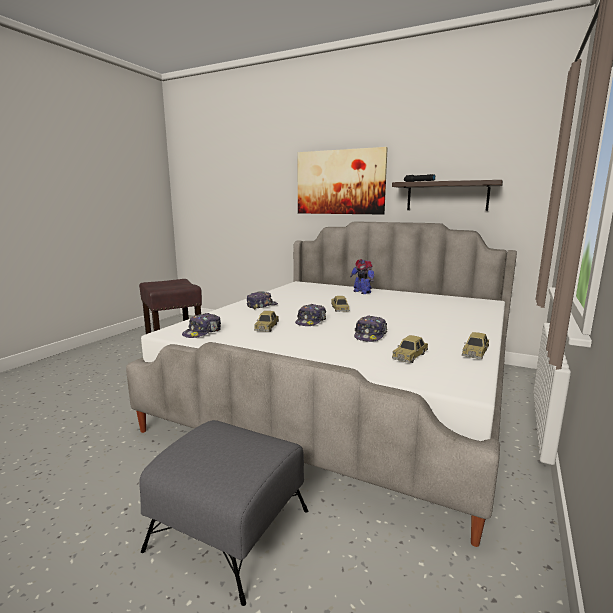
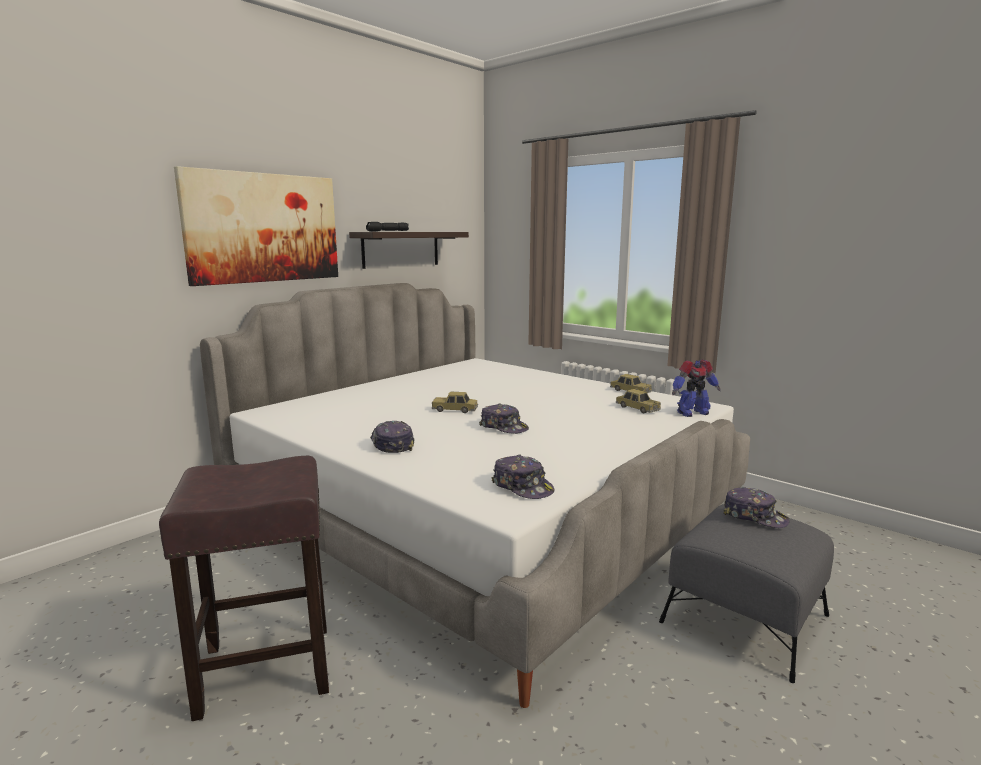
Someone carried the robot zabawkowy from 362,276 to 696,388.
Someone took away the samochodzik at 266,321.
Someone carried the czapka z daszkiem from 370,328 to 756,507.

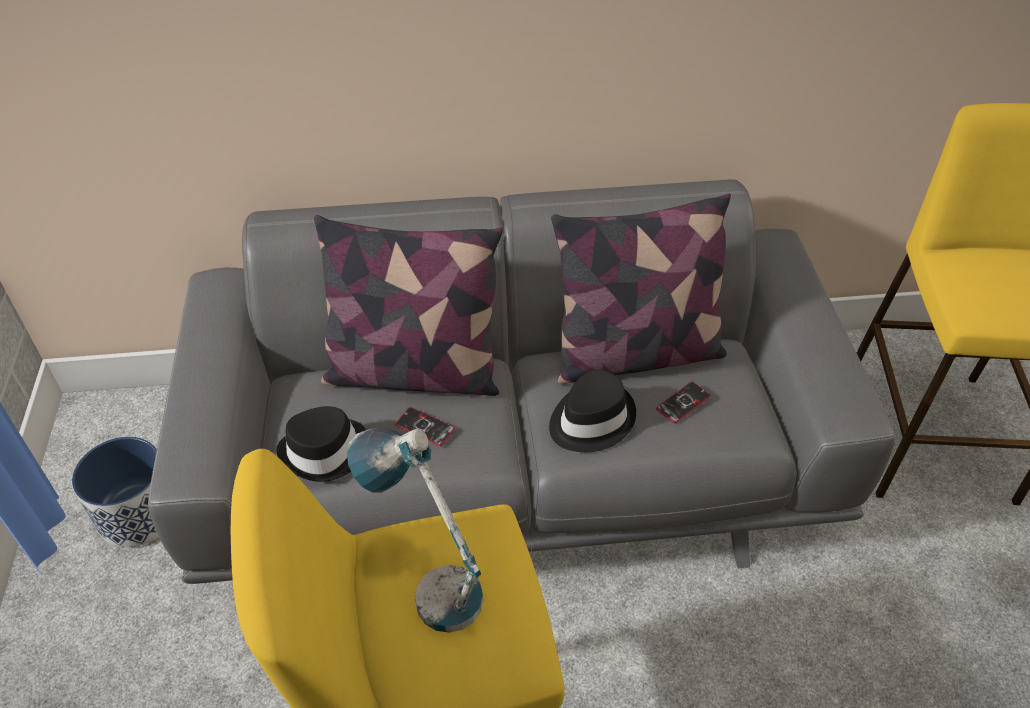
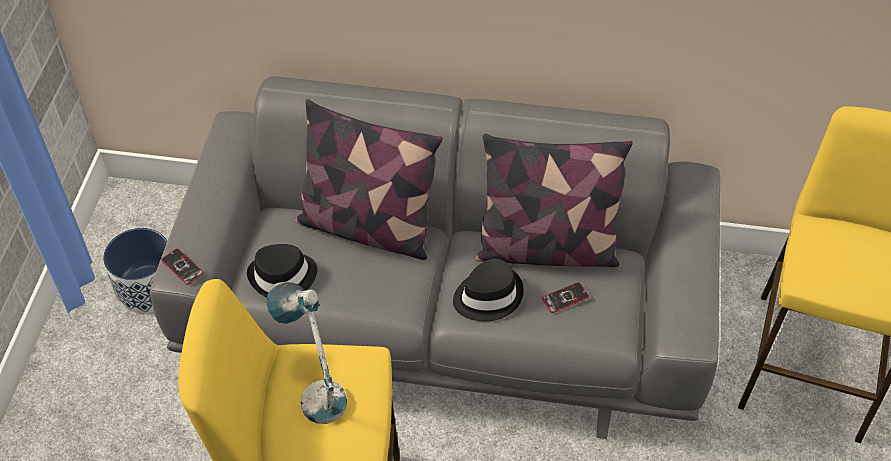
Someone carried the telefon from 425,426 to 182,267.

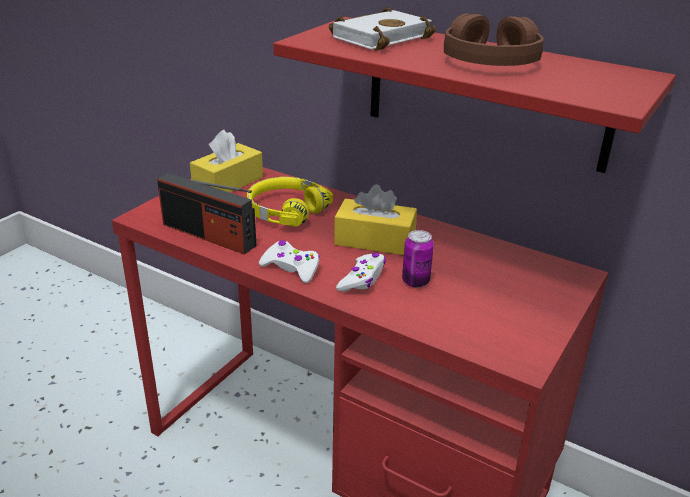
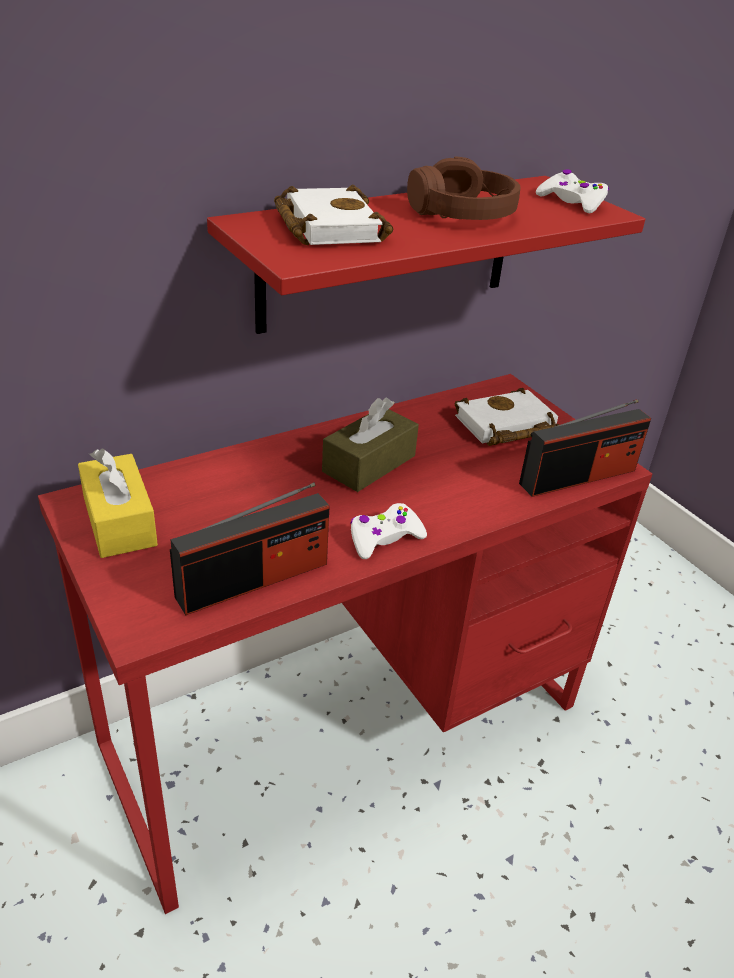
Someone took away the słuchawki (żółty) at 290,202.
Someone repainted the pudełko chusteczek (żółty) at 375,219, which became the pudełko chusteczek (brązowy) at 370,445.
Someone took away the puszka at 418,259.
Someone carried the pad do gier (biały) from 361,272 to 572,191.
Someone put down the książka (biały) at 507,417.
Someone put down the radio at 585,448.

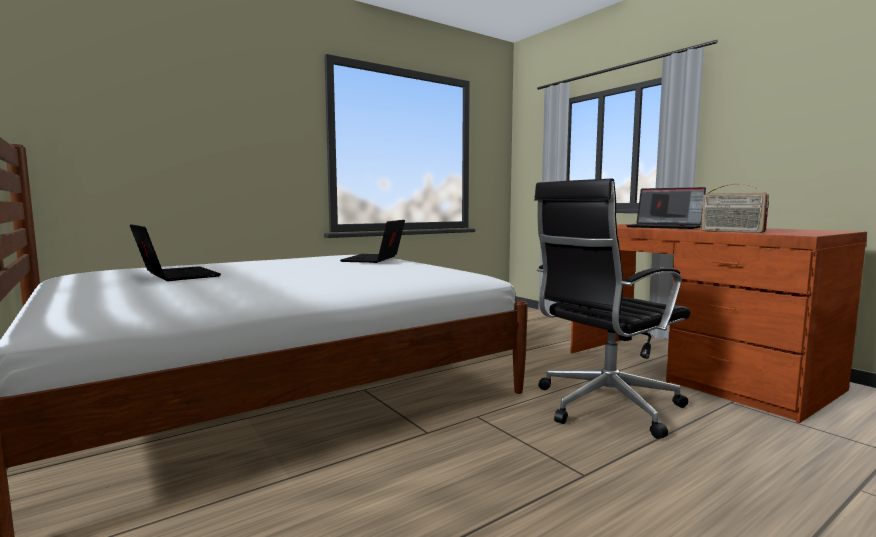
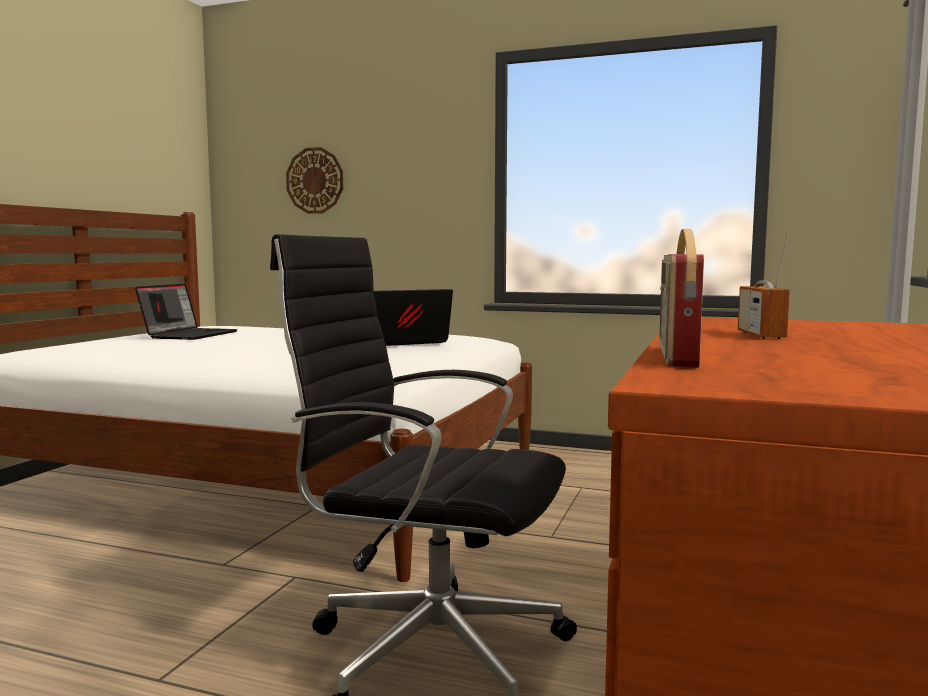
Someone swapped the laptop at 666,208 for the radio at 764,286.
Someone put up the zegar ścienny at 314,180.

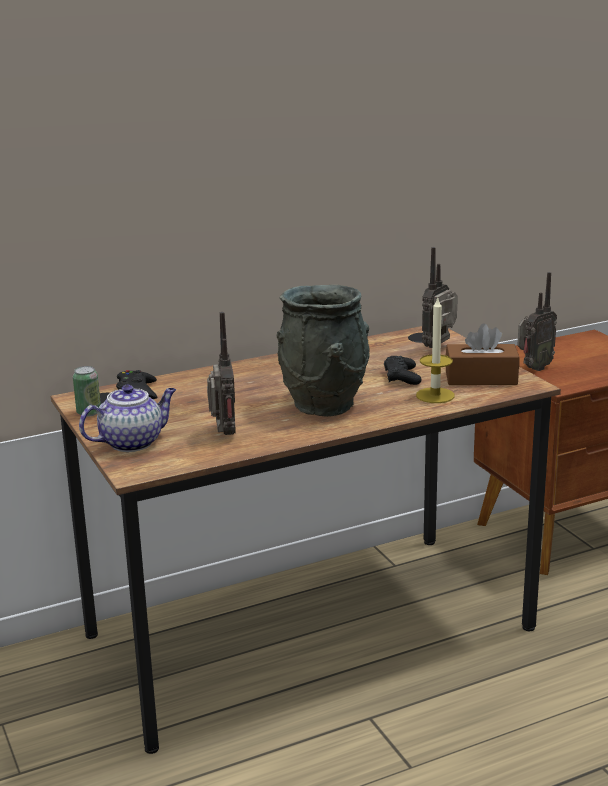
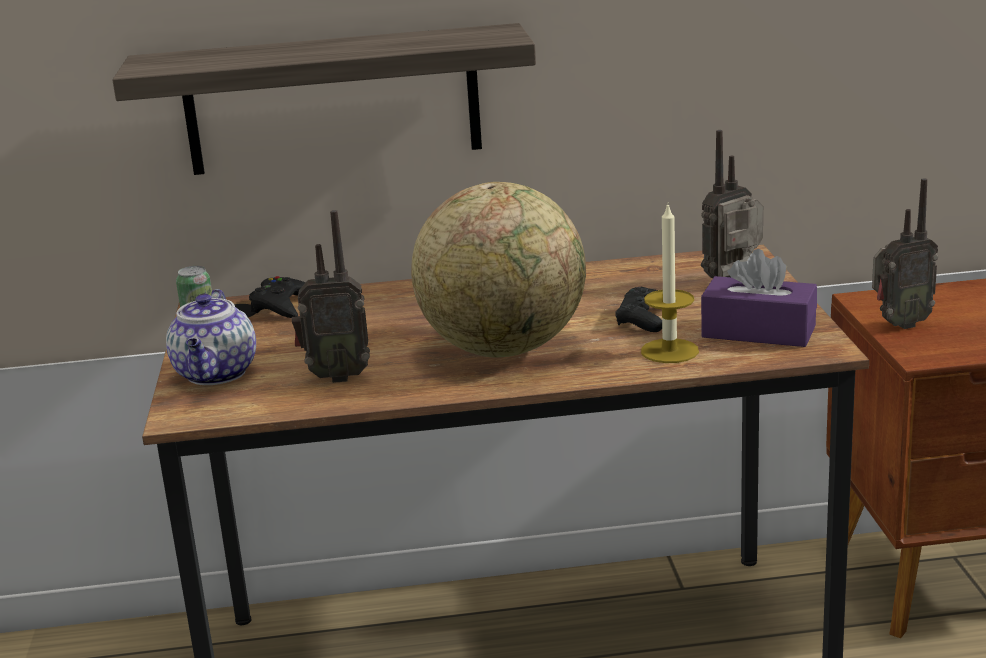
Someone swapped the wazon (szary) at 323,351 for the globus at 498,269.
Someone rotated the radio at 221,373 by 75 degrees clockwise.
Someone repainted the pudełko chusteczek (brązowy) at 482,354, which became the pudełko chusteczek (fioletowy) at 759,298.
Someone rotated the imbryk at 127,418 by 105 degrees clockwise.
Someone put up the półka at 324,99.

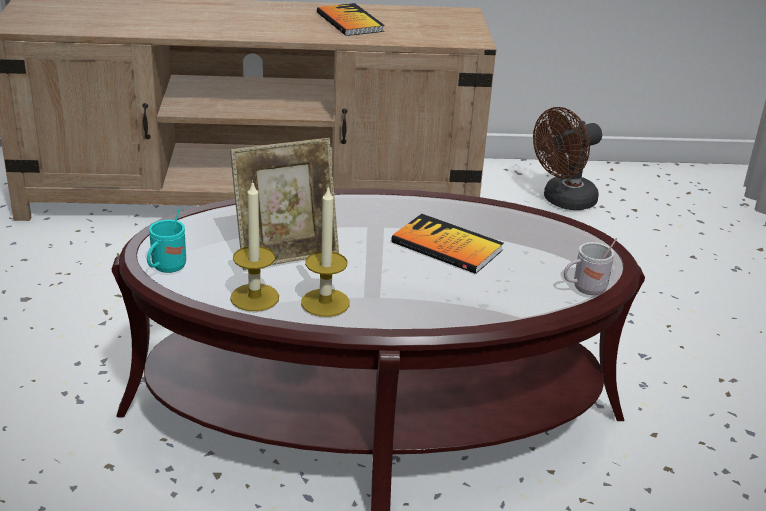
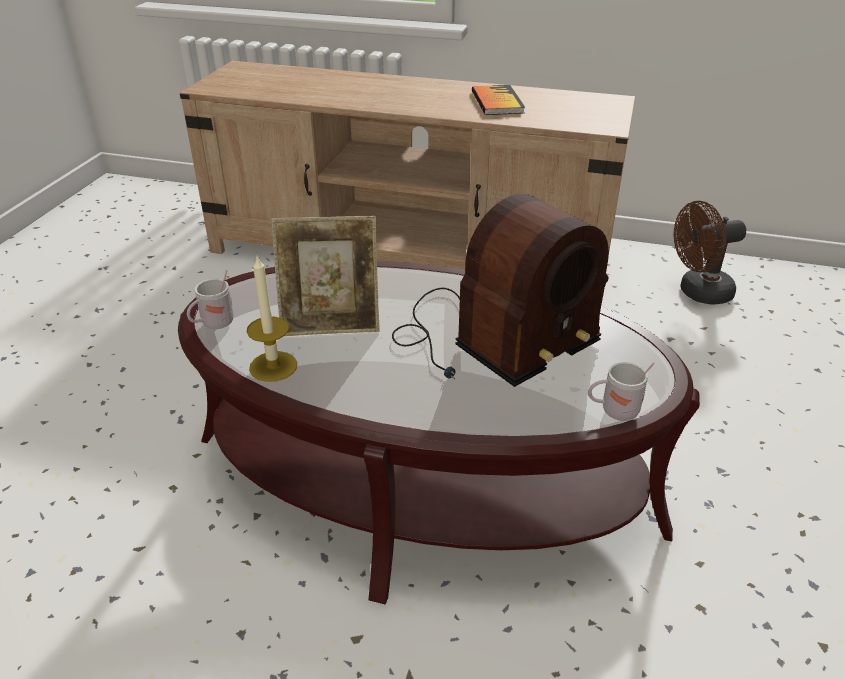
Someone took away the świeca at 325,251.
Someone repainted the kubek (turkusowy) at 166,241, which became the kubek (biały) at 210,299.
Someone swapped the książka at 447,244 for the radio at 500,290.

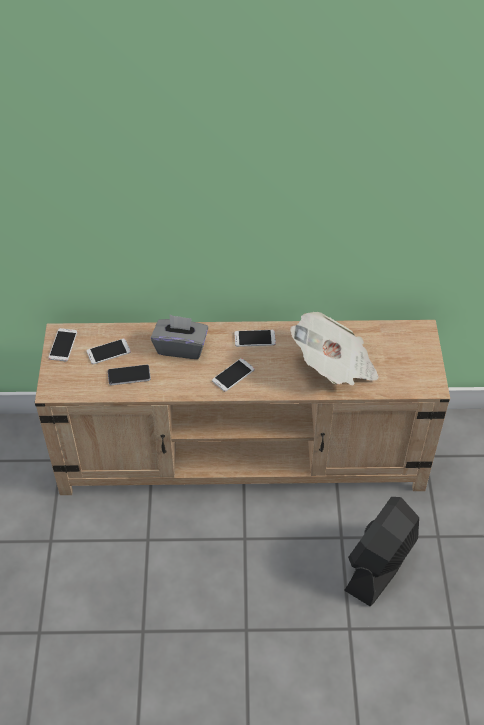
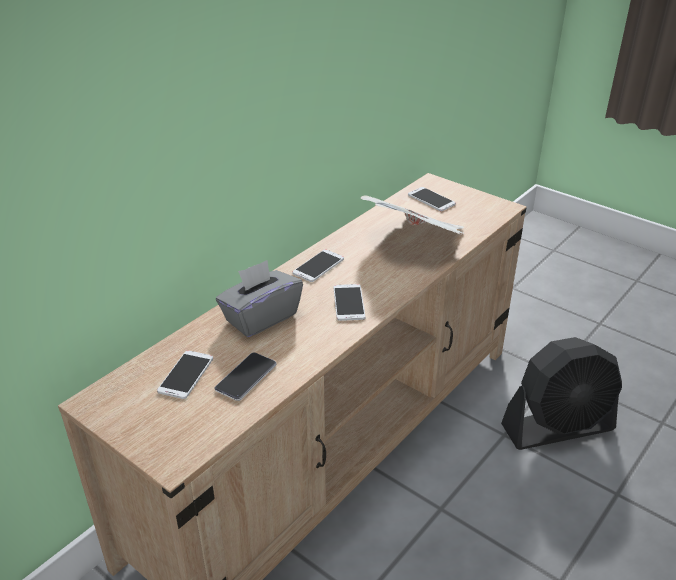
Someone carried the telefon from 62,344 to 432,199.
Someone rotated the wentylator (czarny) at 381,552 by 90 degrees counterclockwise.

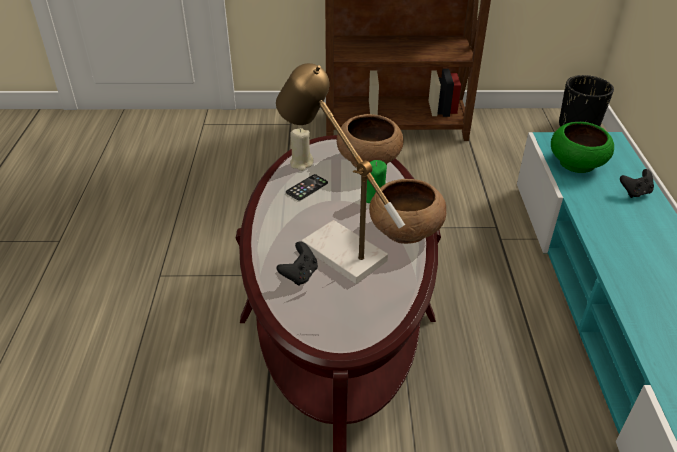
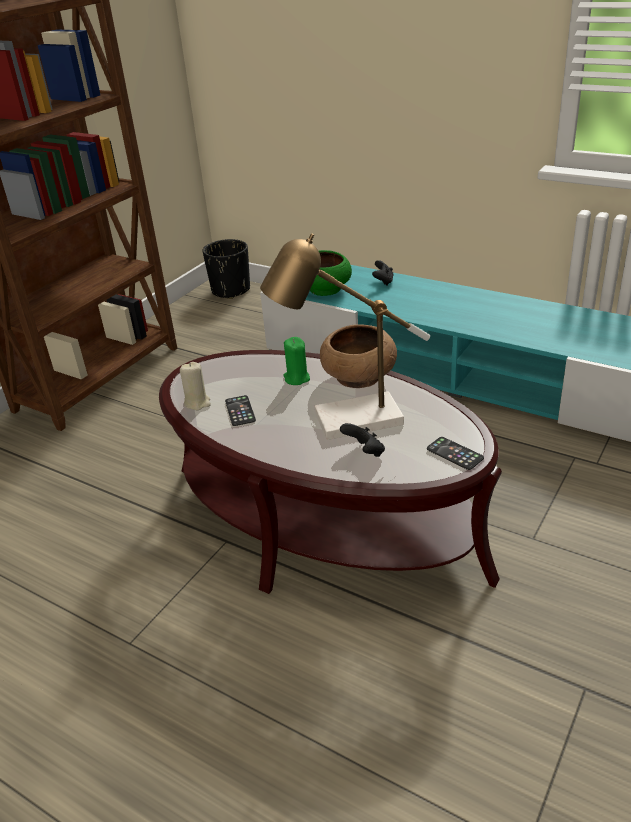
Someone took away the miska (brązowy) at 369,141.
Someone put down the telefon at 455,453.

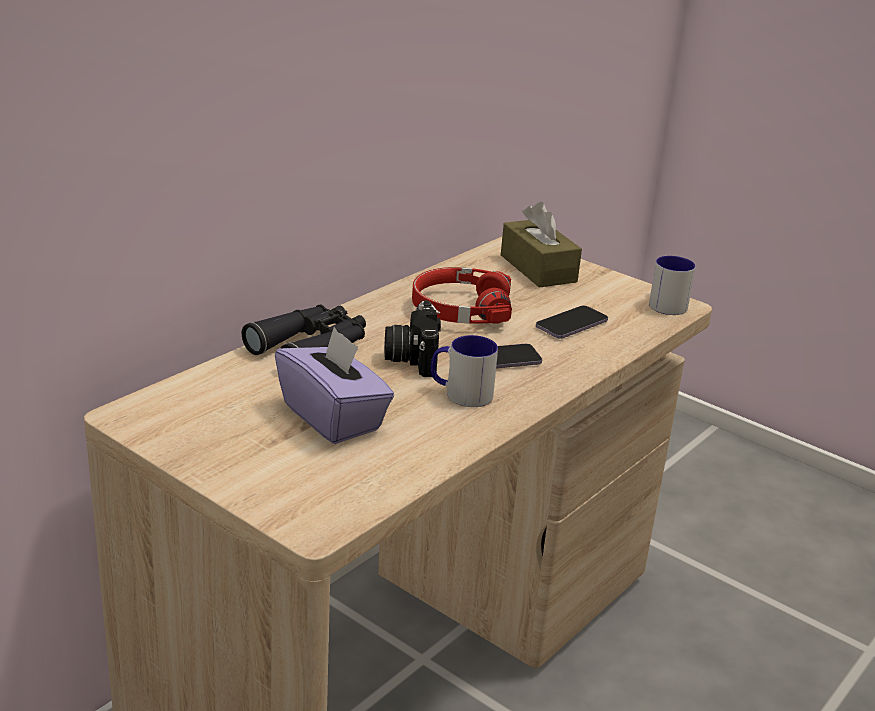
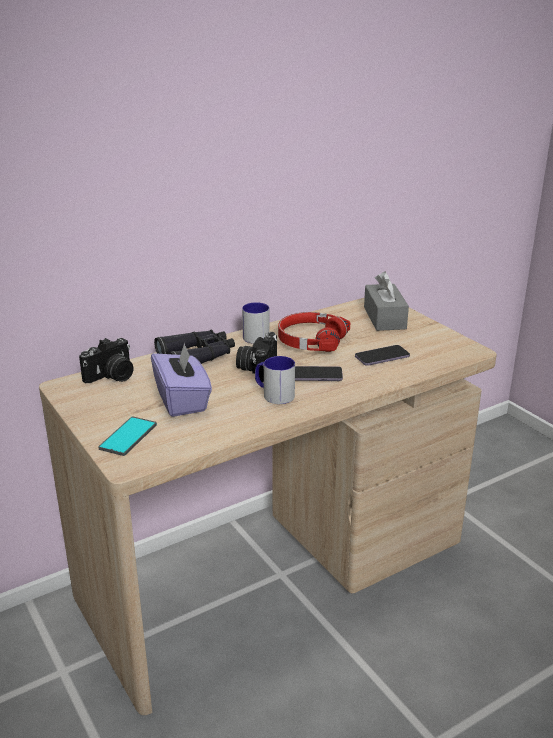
Someone repainted the pudełko chusteczek (brązowy) at 541,245, which became the pudełko chusteczek (szary) at 386,301.
Someone carried the kubek from 672,285 to 256,323.
Someone put down the aparat fotograficzny at 106,360.
Someone put down the telefon at 127,436.

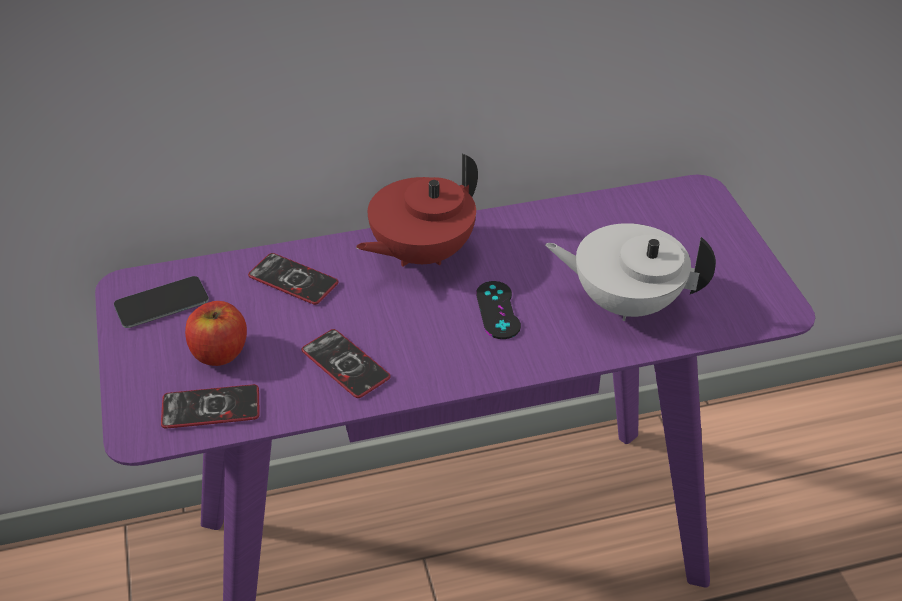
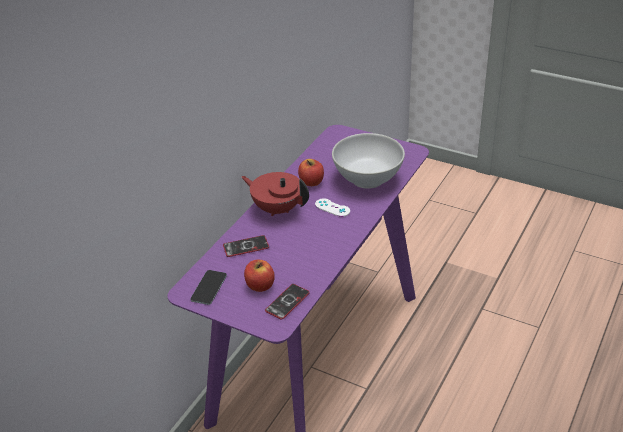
Someone rotated the imbryk (czerwony) at 417,209 by 120 degrees clockwise.
Someone swapped the imbryk (biały) at 630,272 for the miska (biały) at 368,161.
Someone repainted the pad do gier (czarny) at 498,310, which became the pad do gier (biały) at 332,207.
Someone took away the telefon at 346,363.
Someone put down the jabłko at 311,172.

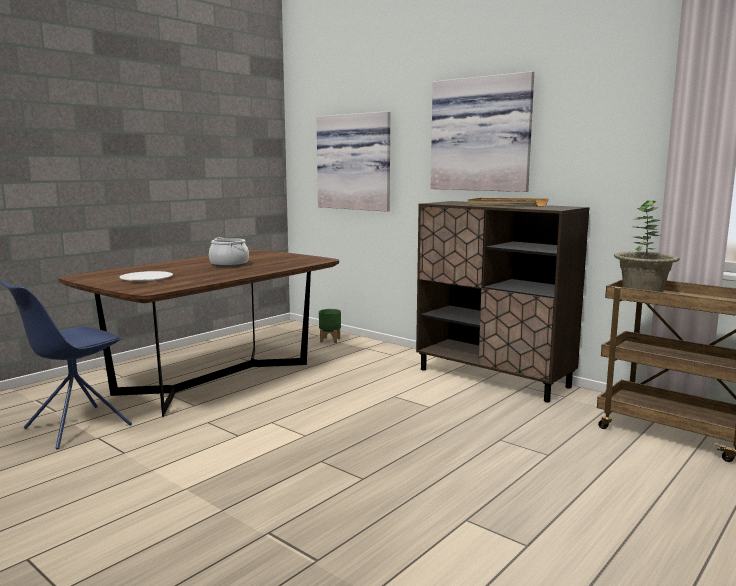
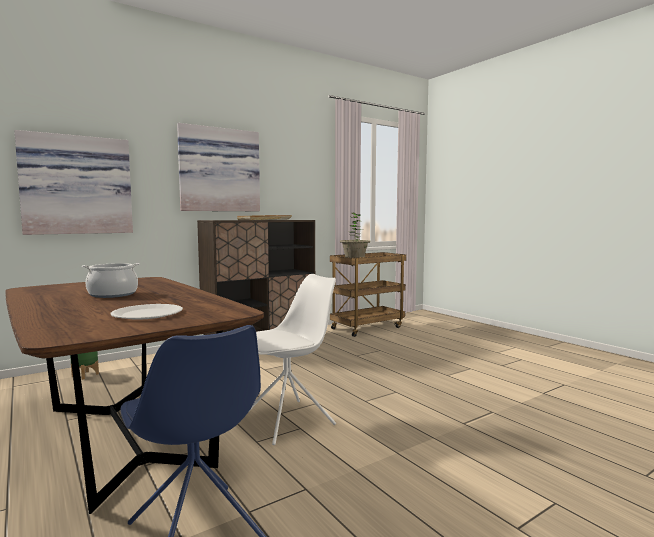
Someone put down the krzesło (biały) at 293,359.

